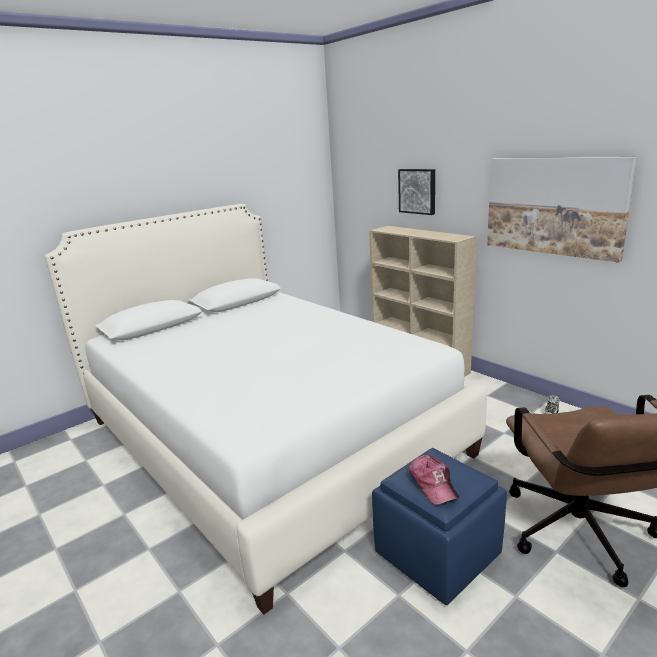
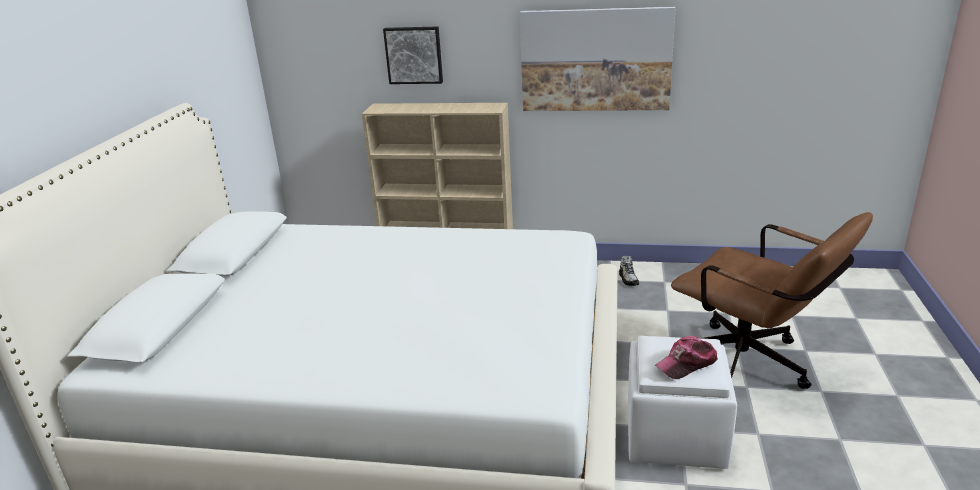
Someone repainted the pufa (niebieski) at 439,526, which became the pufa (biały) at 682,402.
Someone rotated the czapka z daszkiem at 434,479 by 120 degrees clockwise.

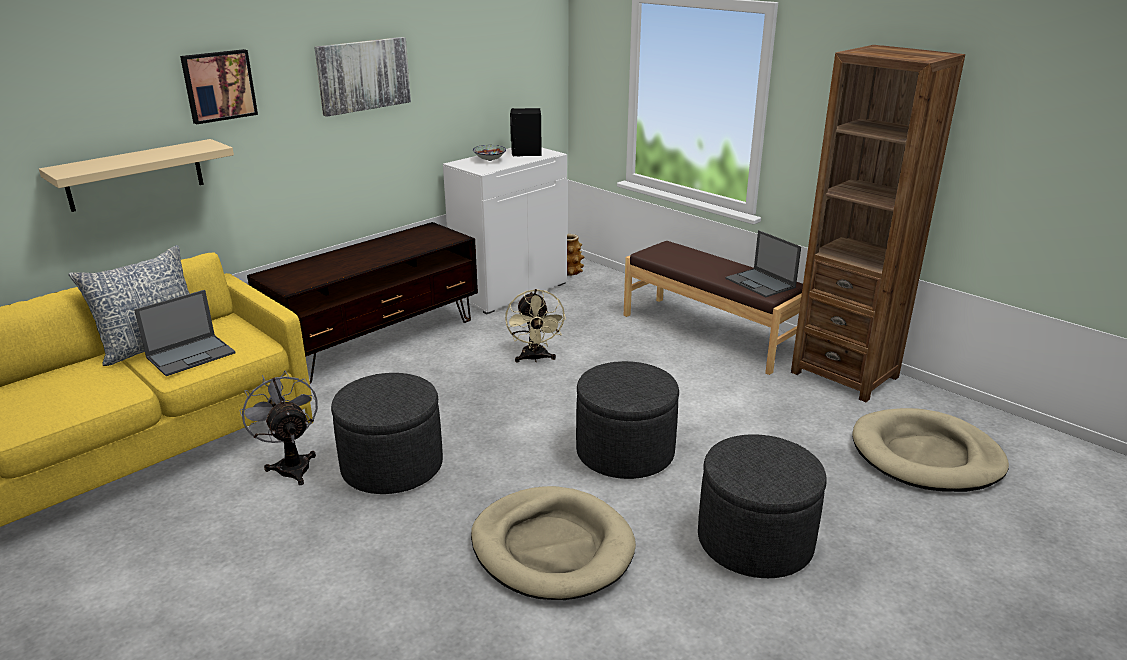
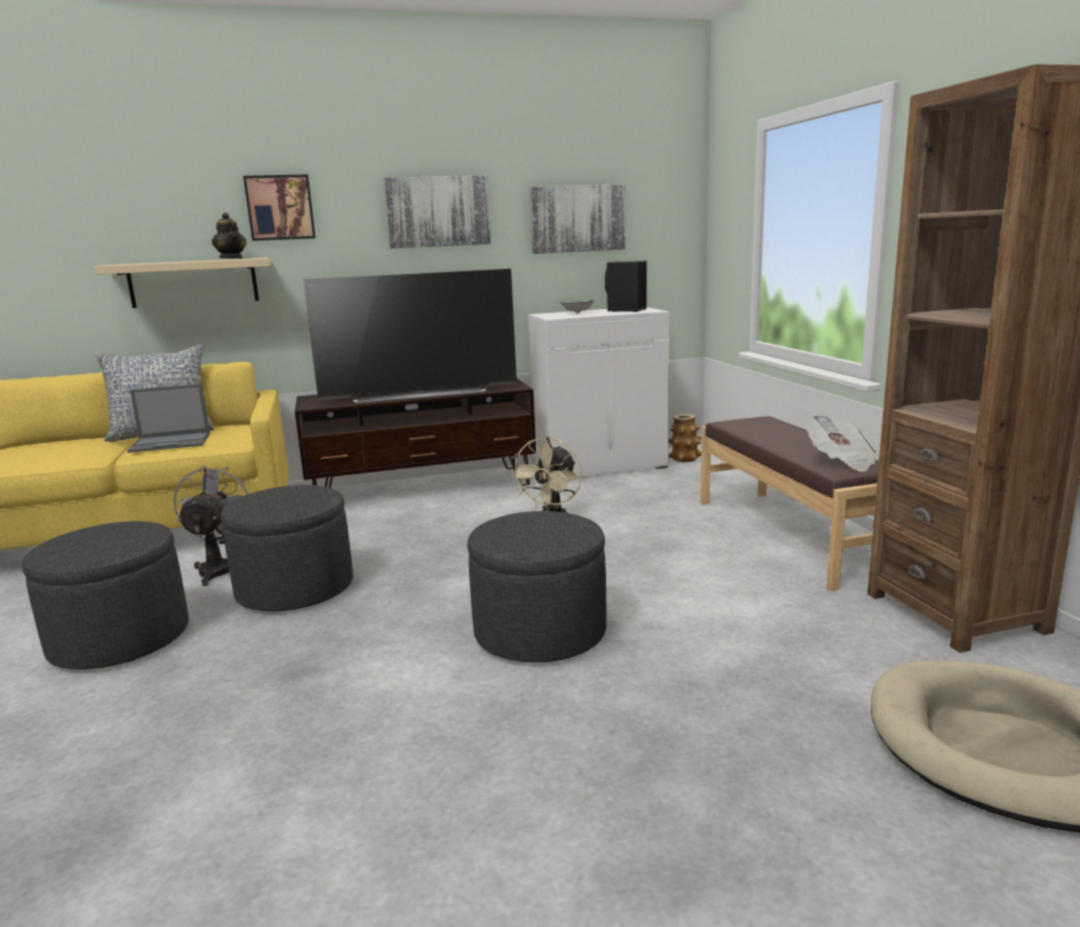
Someone swapped the laptop at 763,263 for the gazeta at 842,443.
Someone carried the pufa (szary) from 762,506 to 105,595.
Someone took away the legowisko (beżowy) at 553,543.
Someone put up the obraz at 577,219.
Someone put down the imbryk at 229,235.
Someone put down the telewizor at 410,336.

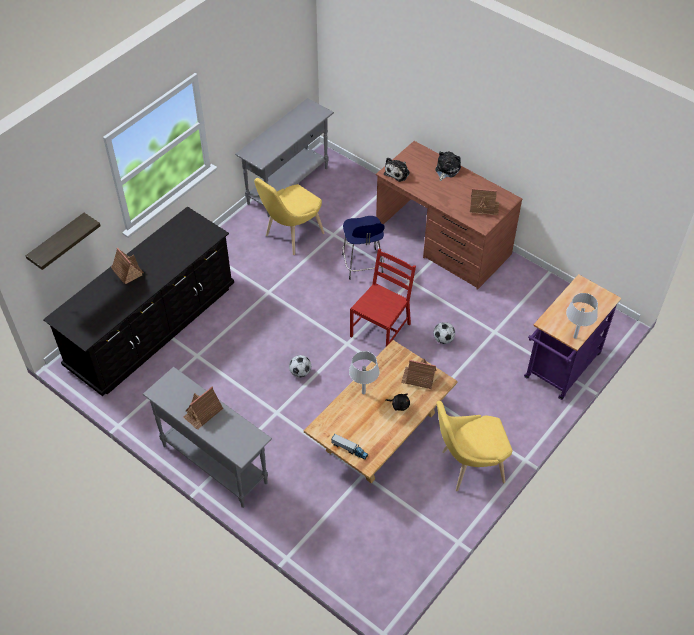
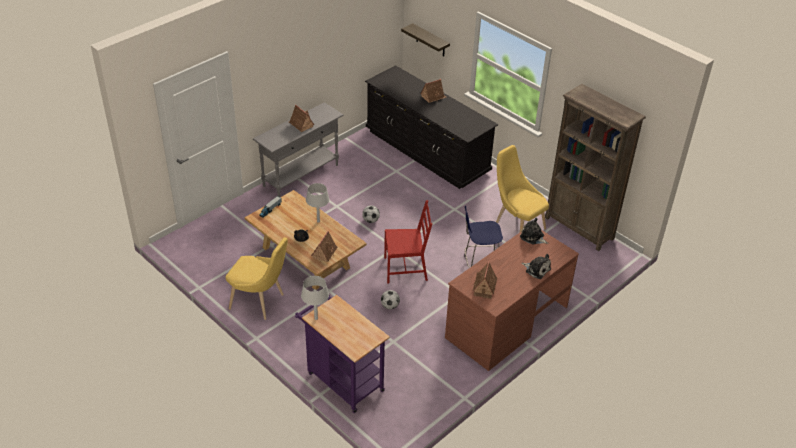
Someone swapped the stolik konsolowy (szary) at 284,157 for the regał (brązowy) at 595,167.
Someone rotated the krzesło (czerwony) at 383,297 by 45 degrees counterclockwise.
Someone rotated the krzesło (żółty) at 474,446 by 120 degrees clockwise.

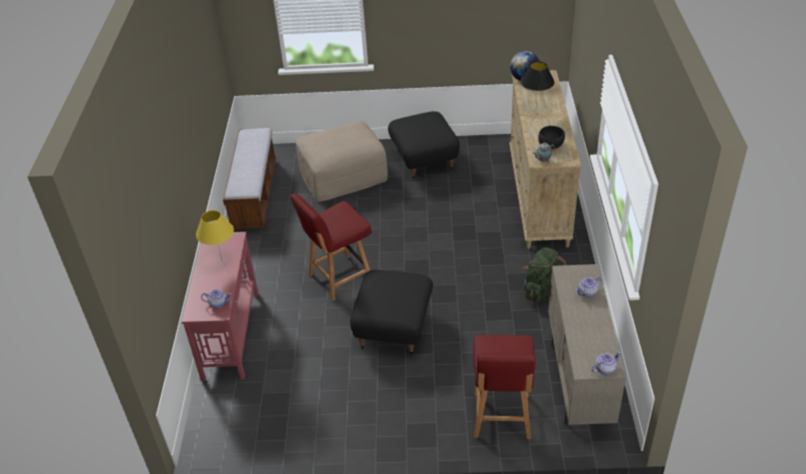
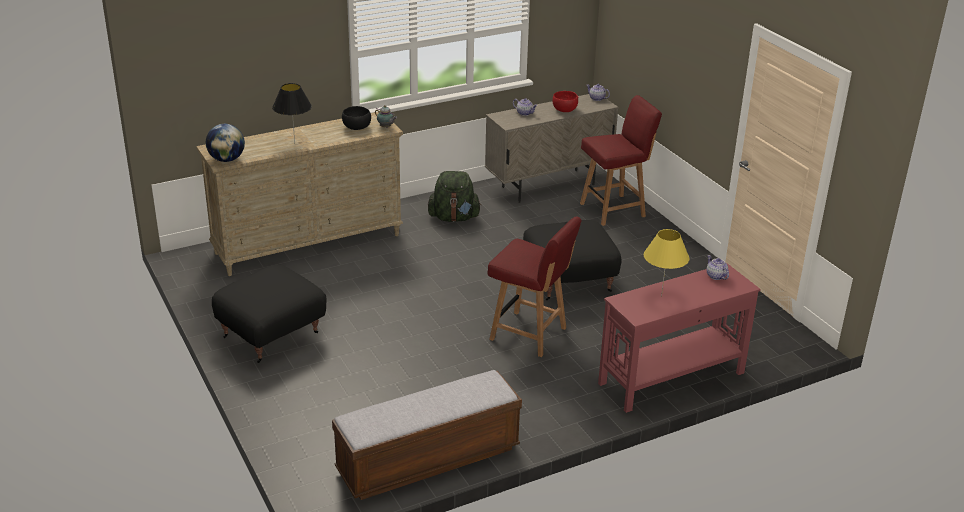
Someone took away the pufa (beżowy) at 342,161.
Someone put down the miska (czerwony) at 565,101.

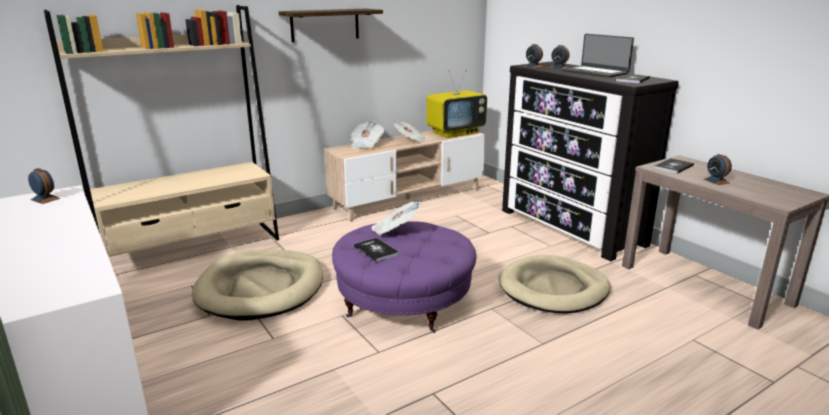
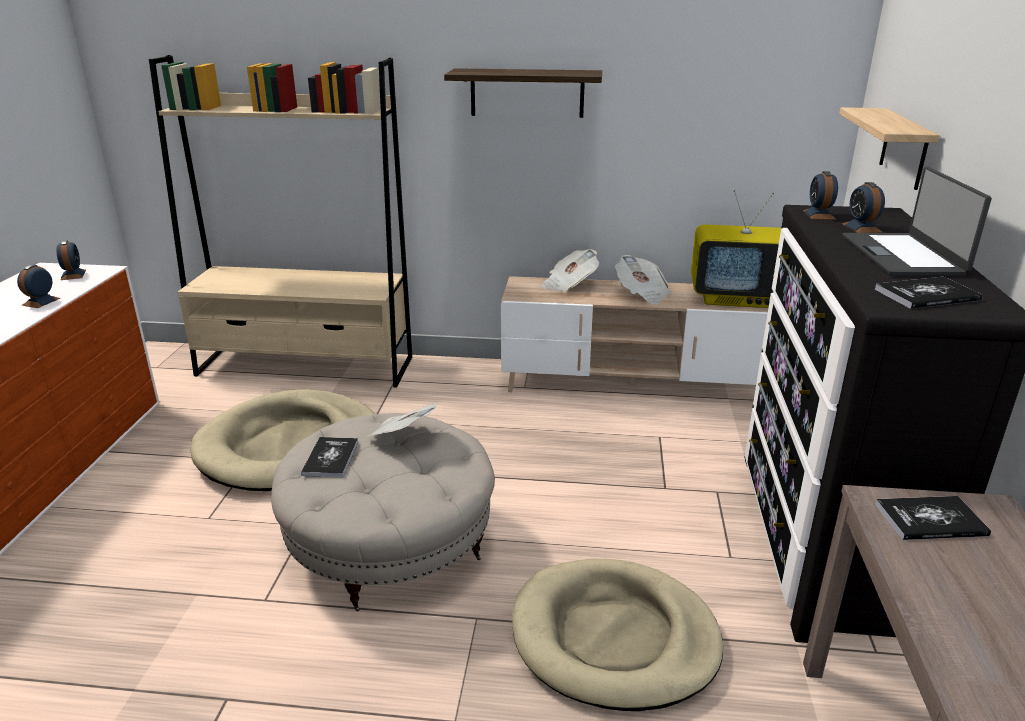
Someone carried the budzik from 718,169 to 38,286.
Someone repainted the pufa (fioletowy) at 404,277, which became the pufa (beżowy) at 383,512.
Someone put up the półka at 889,148.

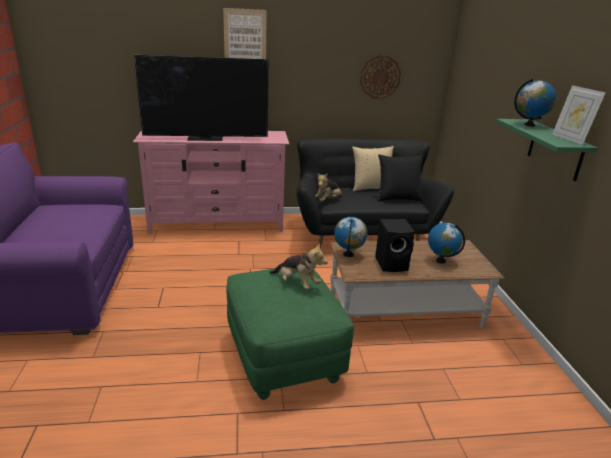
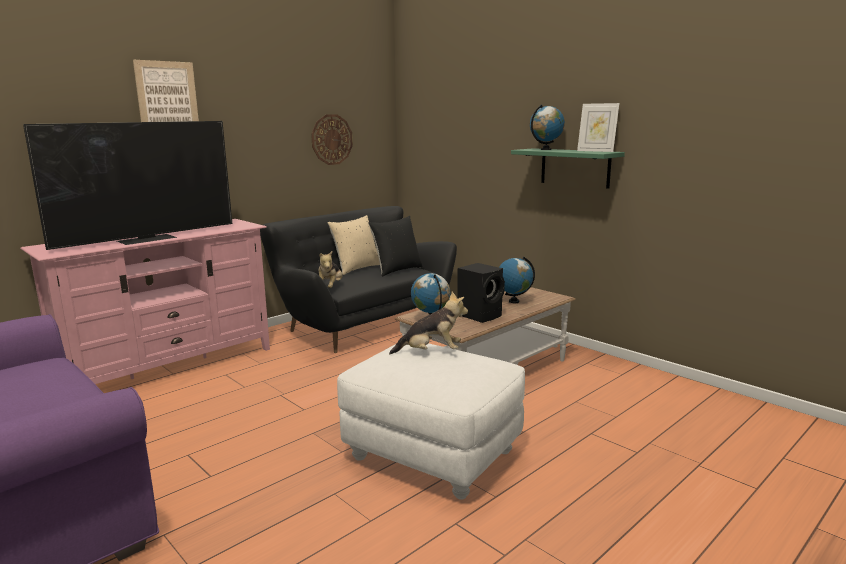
Someone repainted the pufa (zielony) at 290,334, which became the pufa (biały) at 431,421.

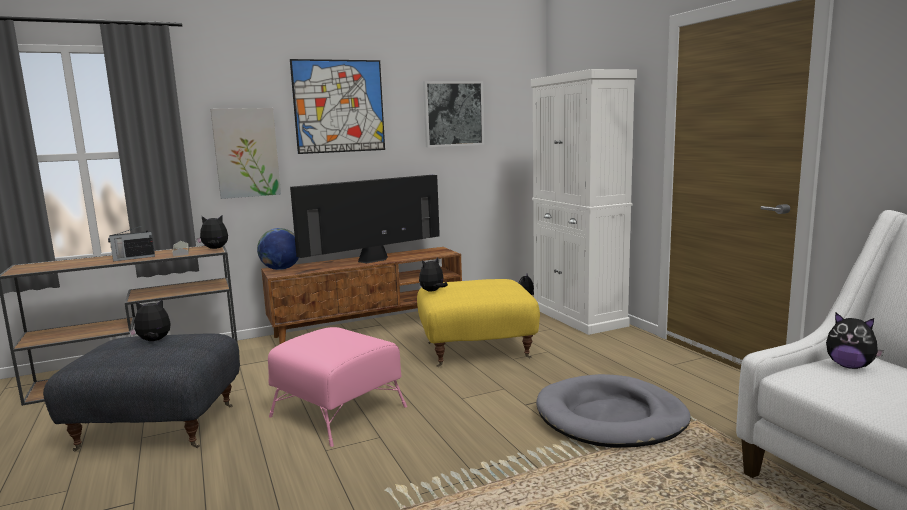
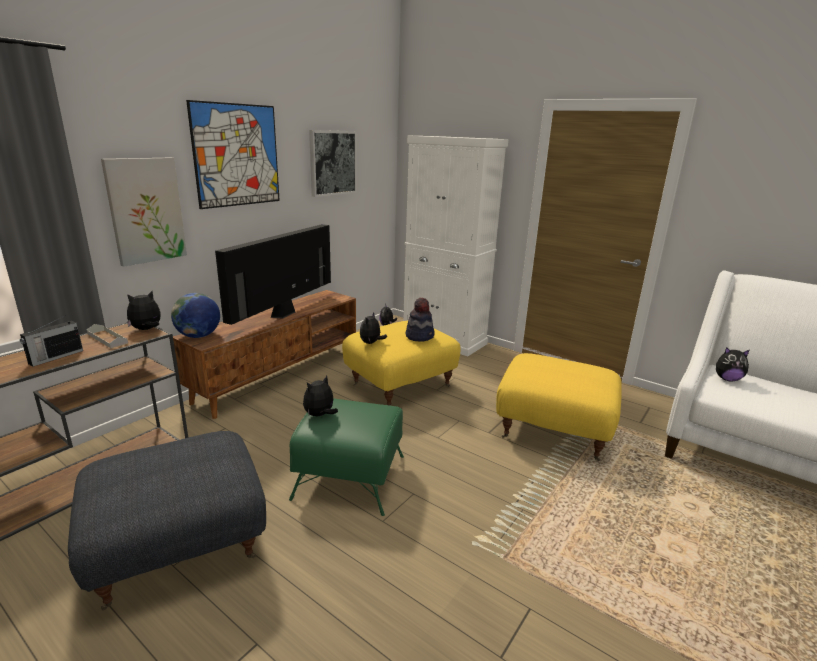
Someone carried the pluszak from 150,320 to 320,396.
Someone repainted the pufa (różowy) at 337,387, which became the pufa (zielony) at 346,457.
Someone swapped the legowisko (szary) at 613,411 for the pufa (żółty) at 559,407.
Someone put down the kapelusz at 420,320.

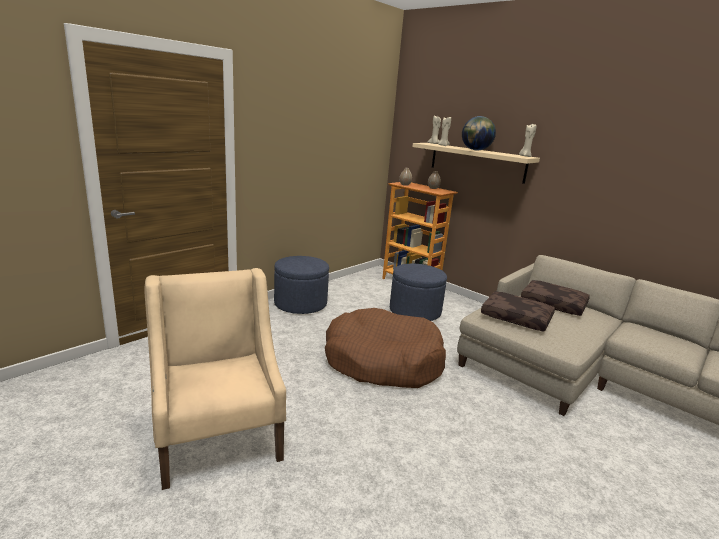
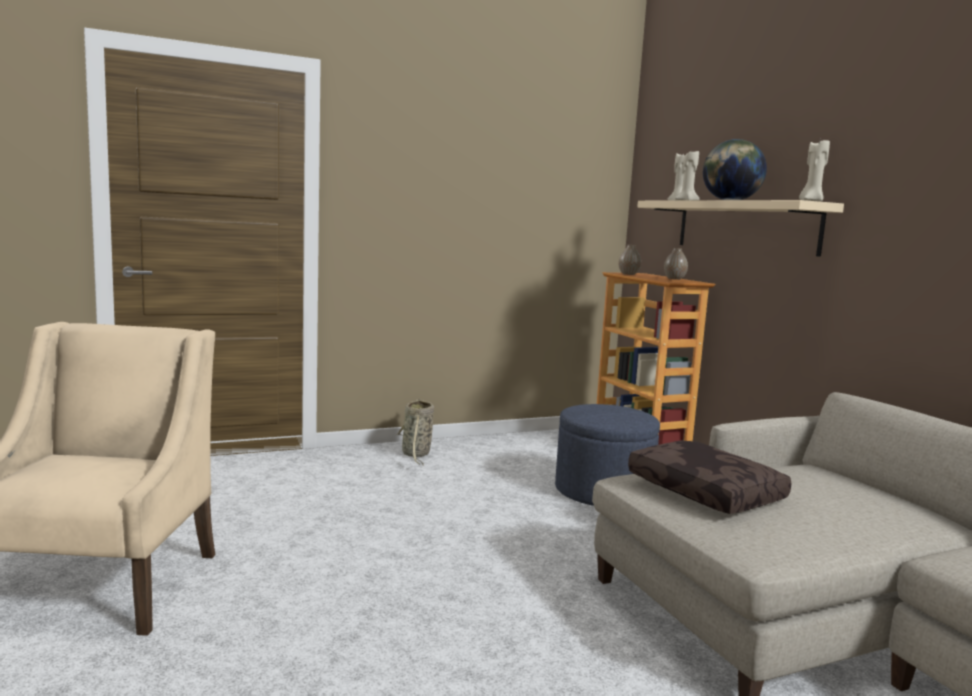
Someone swapped the pufa (niebieski) at 301,285 for the koszyk at 415,432.
Someone took away the poduszka (brązowy) at 555,298.
Someone took away the legowisko (brązowy) at 385,348.

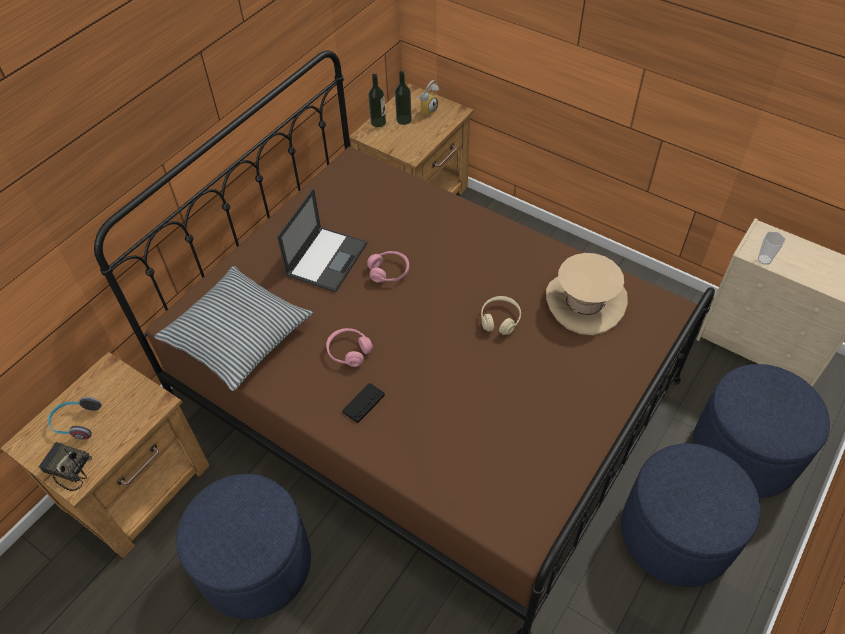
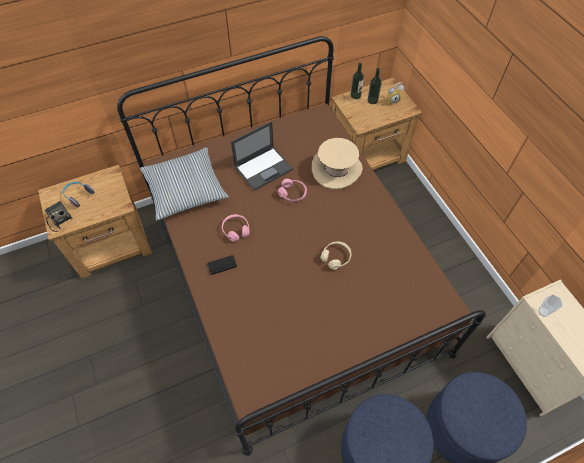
Someone carried the kapelusz (beżowy) from 587,294 to 337,163.
Someone took away the pufa (niebieski) at 243,546.

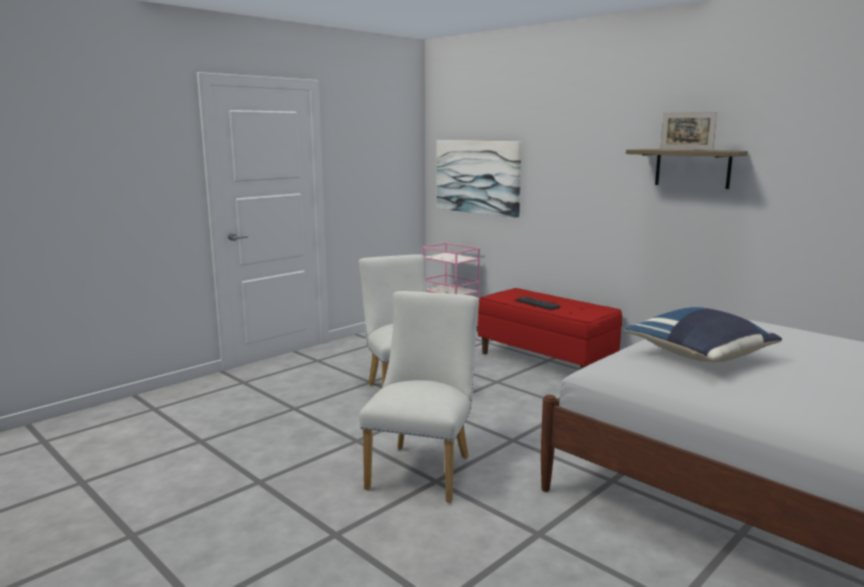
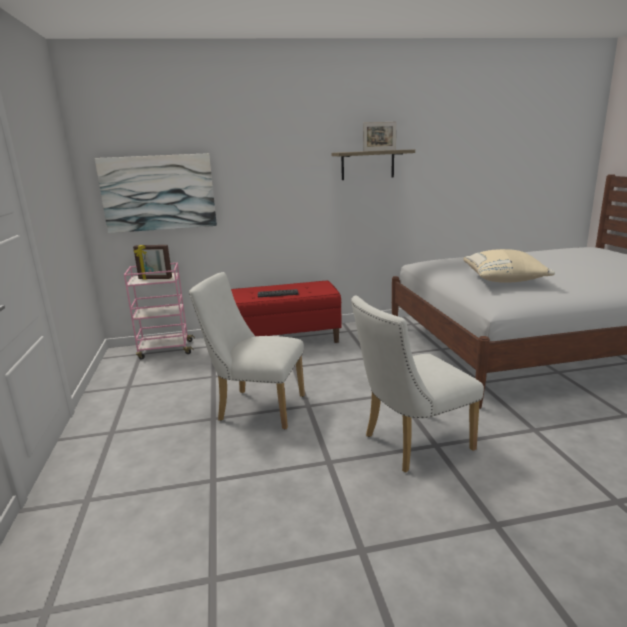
Someone rotated the krzesło (biały) at 419,397 by 75 degrees counterclockwise.
Someone repainted the poduszka (niebieski) at 703,334, which became the poduszka (beżowy) at 509,266.
Someone put down the ramka na zdjęcie at 152,262.

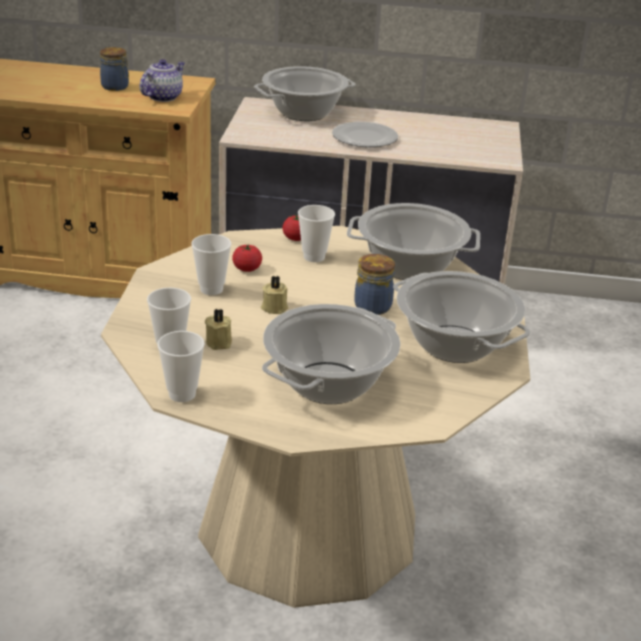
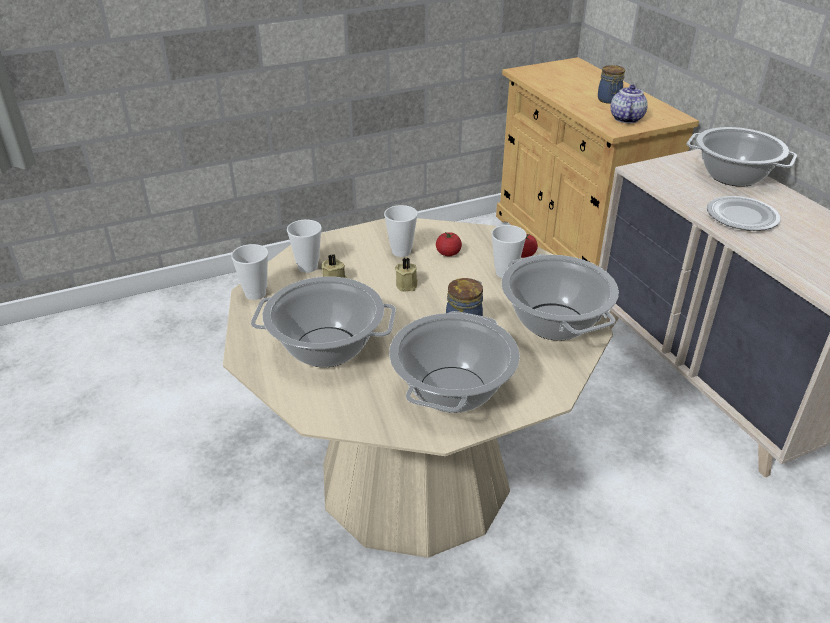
Someone rotated the imbryk at 162,80 by 75 degrees counterclockwise.

